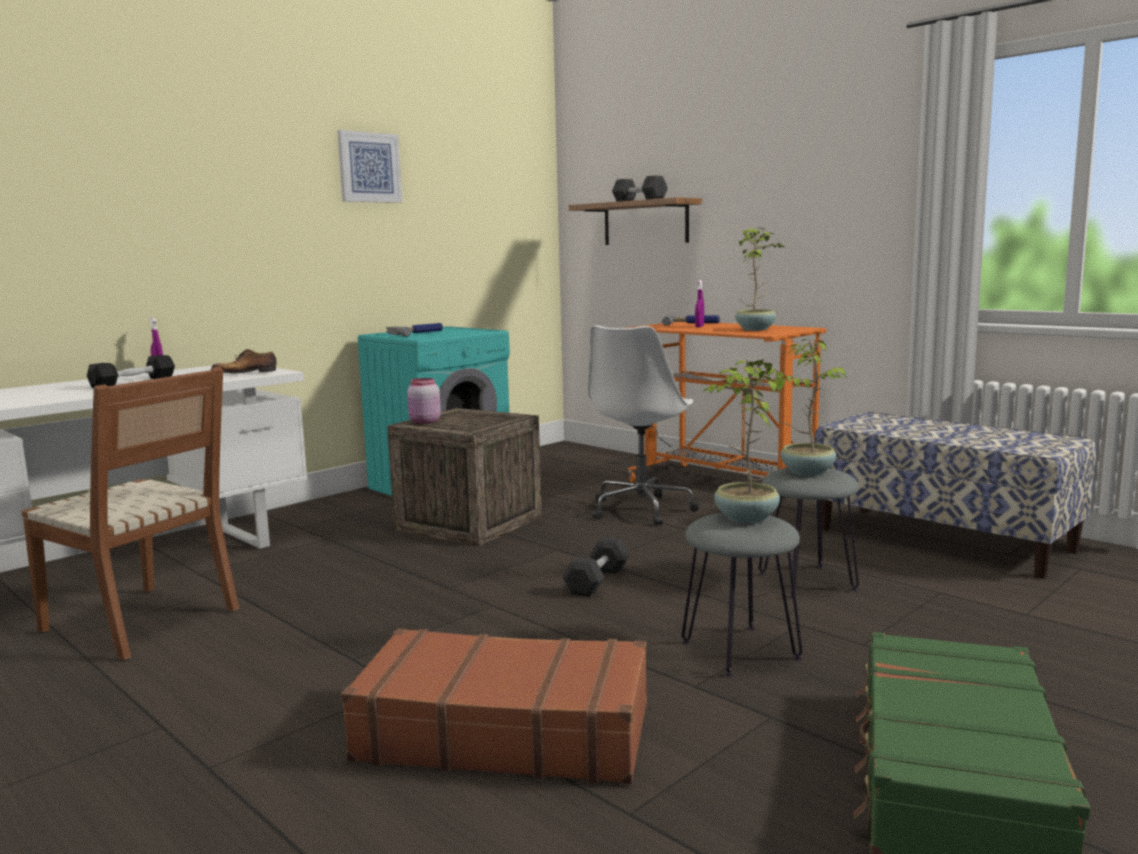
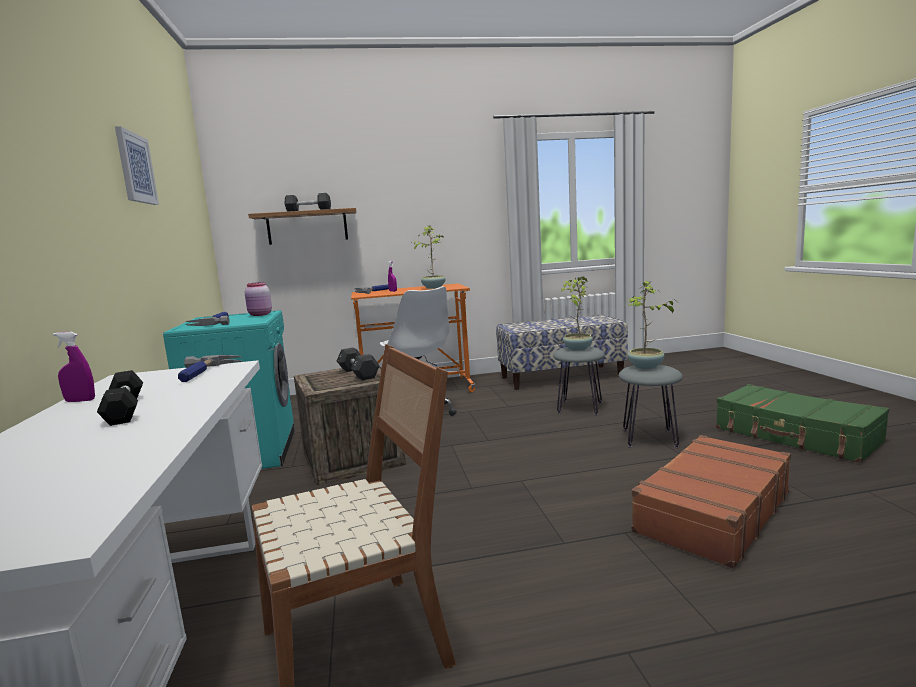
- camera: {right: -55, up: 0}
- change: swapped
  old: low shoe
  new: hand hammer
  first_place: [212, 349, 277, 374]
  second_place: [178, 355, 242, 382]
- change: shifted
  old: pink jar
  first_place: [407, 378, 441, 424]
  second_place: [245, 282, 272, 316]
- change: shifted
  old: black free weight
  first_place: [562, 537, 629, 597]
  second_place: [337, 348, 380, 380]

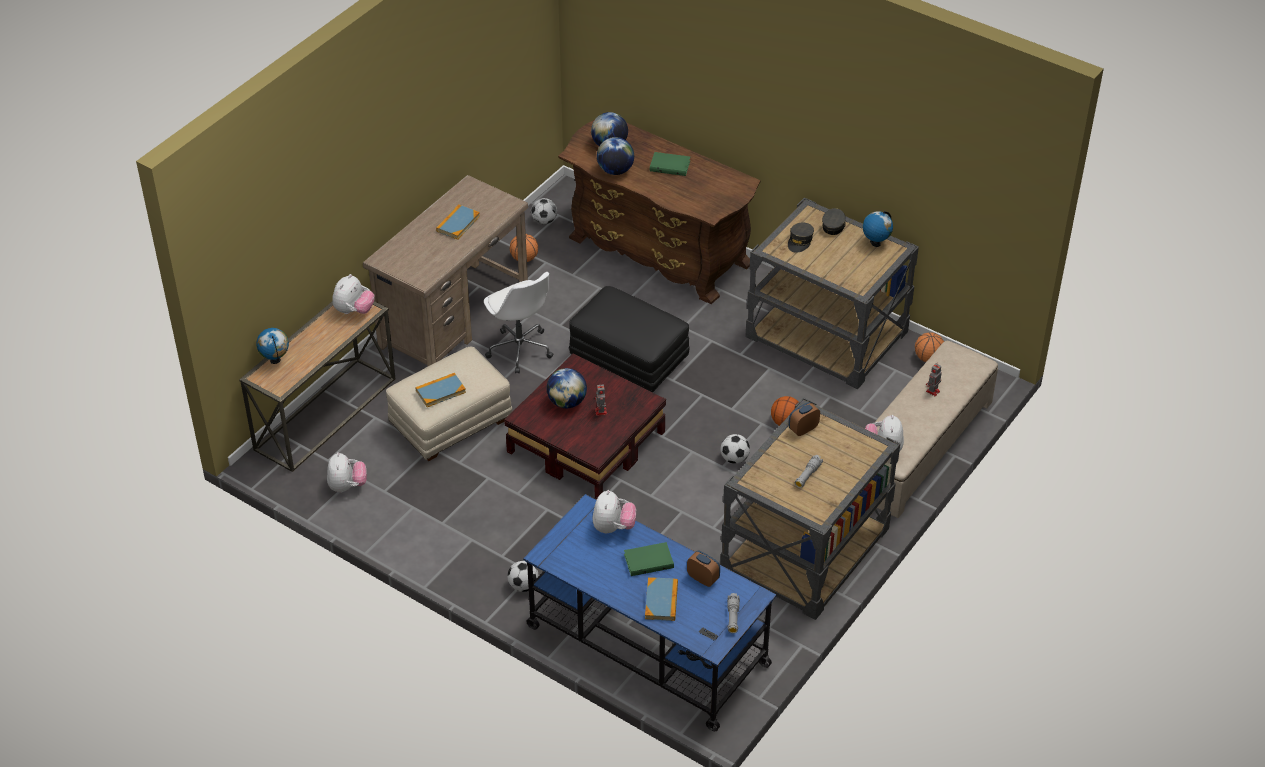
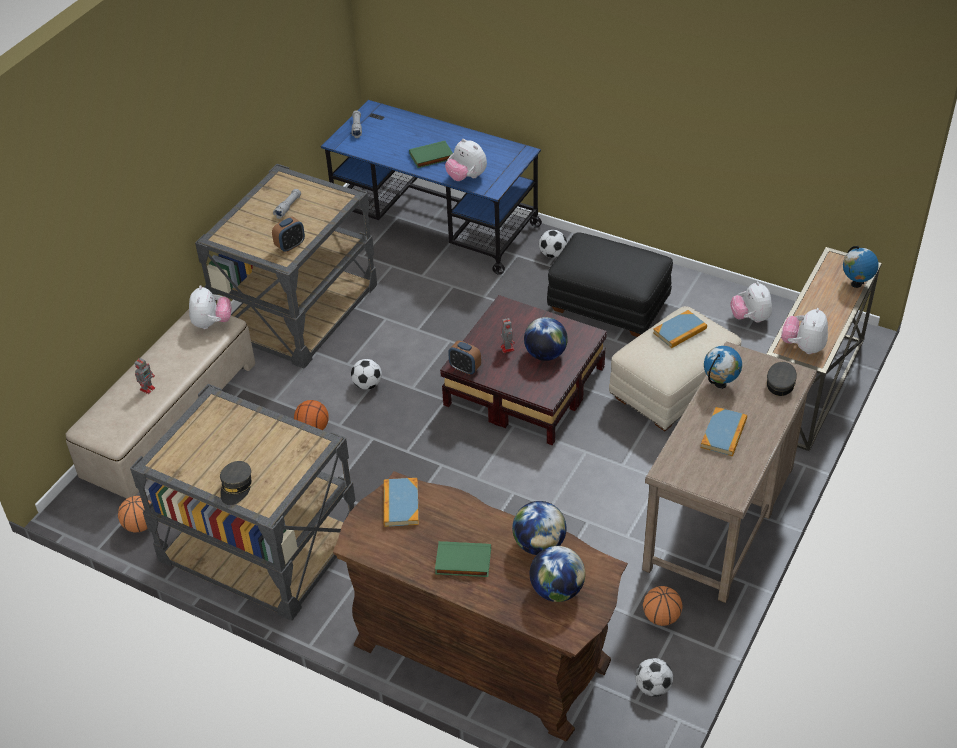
- camera: {right: 175, up: 0}
- change: gone
  old: whitish computer chair
  first_place: [484, 272, 554, 373]
- change: shifted
  old: black pouffe
  first_place: [569, 286, 690, 392]
  second_place: [547, 232, 673, 337]
- change: rotated
  old: plush toy
  first_place: [593, 490, 636, 534]
  second_place: [445, 139, 487, 181]
  degrees: -45
- change: shifted
  old: volume
  first_place: [645, 577, 678, 621]
  second_place: [384, 478, 419, 527]
- change: shifted
  old: alarm clock
  first_place: [687, 551, 720, 587]
  second_place: [448, 340, 481, 375]
- change: shifted
  old: greyish baseball cap
  first_place: [788, 222, 814, 253]
  second_place: [766, 362, 797, 396]
- change: shifted
  old: globe
  first_place: [862, 211, 893, 247]
  second_place: [704, 346, 742, 389]

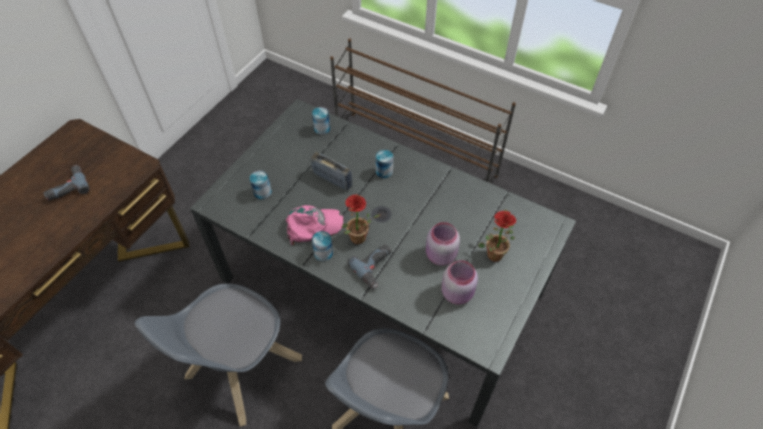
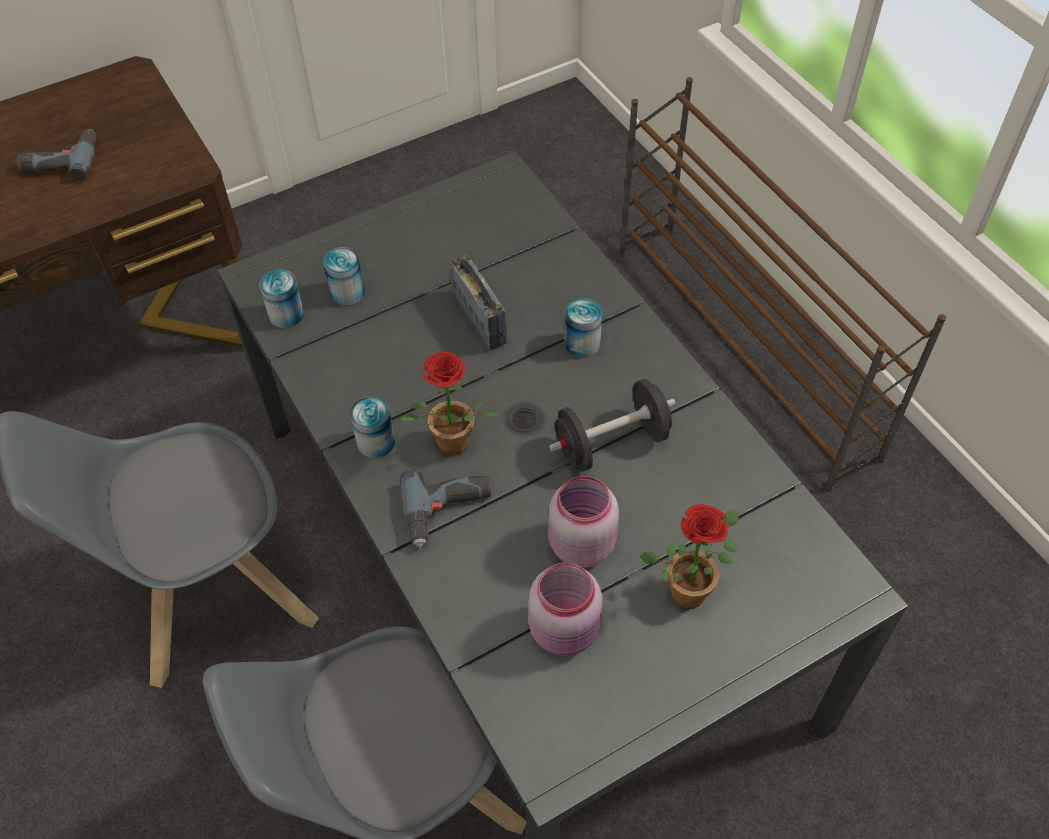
- camera: {right: 30, up: 0}
- change: gone
  old: pink baseball cap
  first_place: [286, 205, 344, 245]
- change: shifted
  old: sealed can
  first_place: [312, 107, 330, 135]
  second_place: [259, 269, 304, 328]
- change: new
  new: black free weight
  second_place: [549, 379, 676, 471]

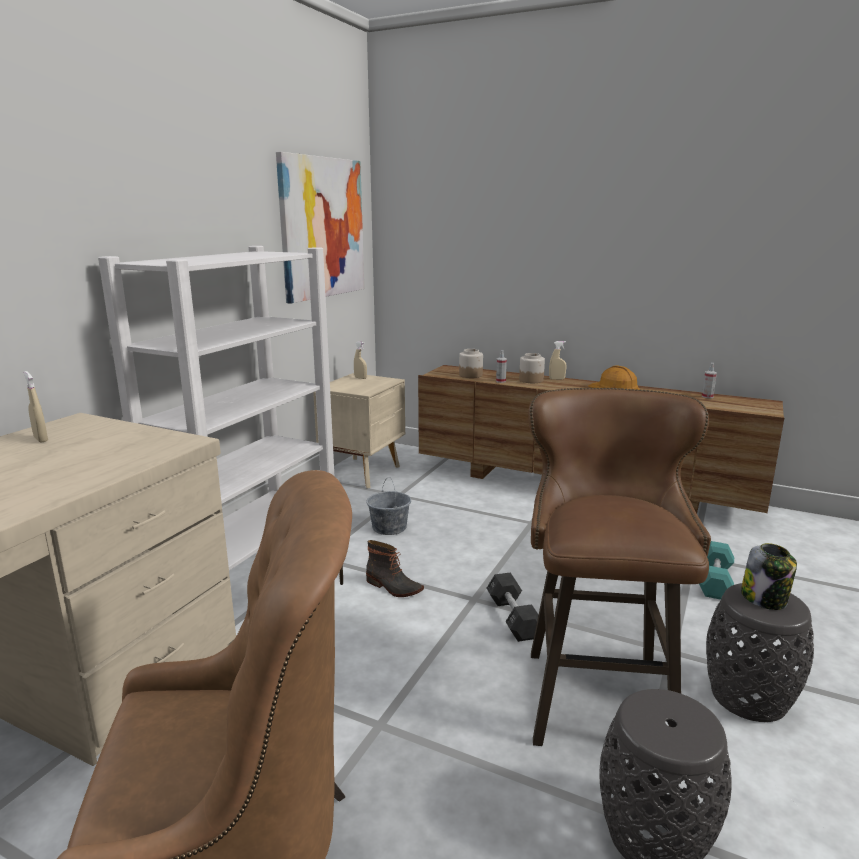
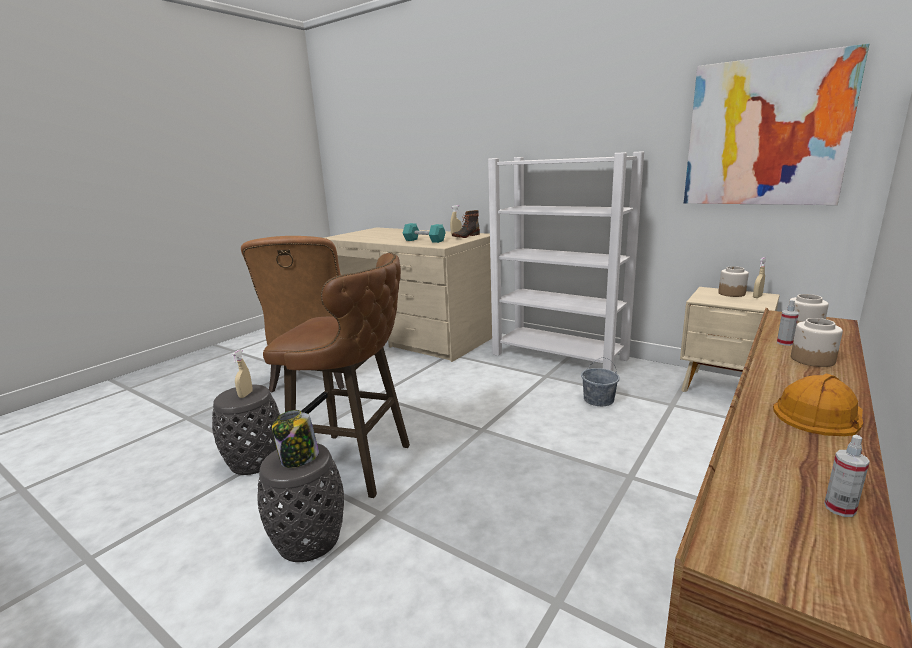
- camera: {right: 100, up: 0}
- change: shifted
  old: tall boot
  first_place: [366, 540, 424, 597]
  second_place: [452, 210, 480, 238]
- change: gone
  old: black free weight
  first_place: [487, 572, 538, 642]
- change: shifted
  old: sand-coloured hand sprayer
  first_place: [549, 341, 567, 380]
  second_place: [232, 350, 253, 398]
- change: shifted
  old: turquoise free weight
  first_place: [699, 541, 734, 600]
  second_place: [403, 223, 446, 243]
- change: new
  new: jar
  second_place: [718, 266, 749, 297]

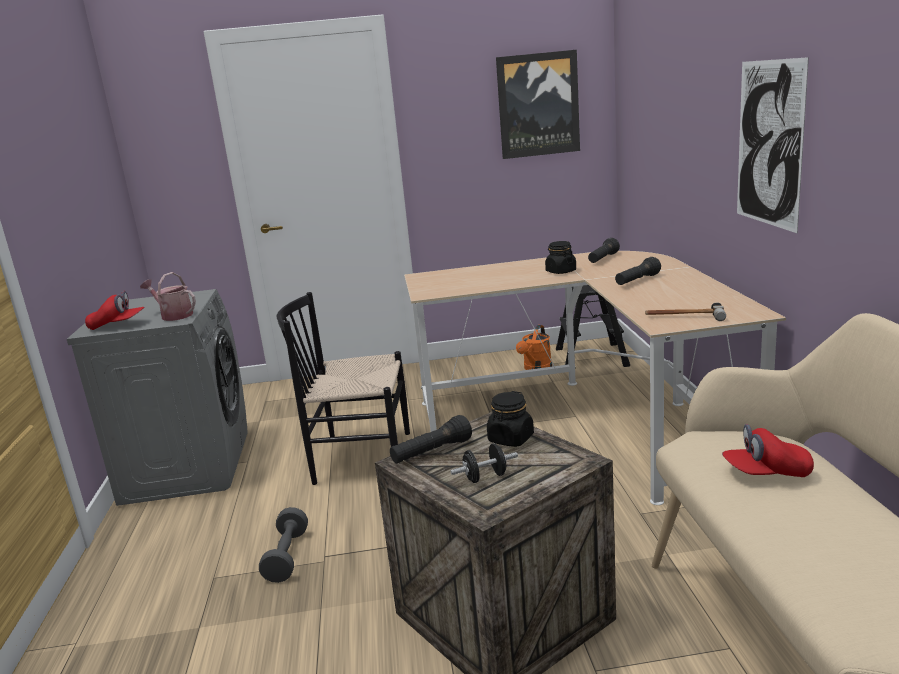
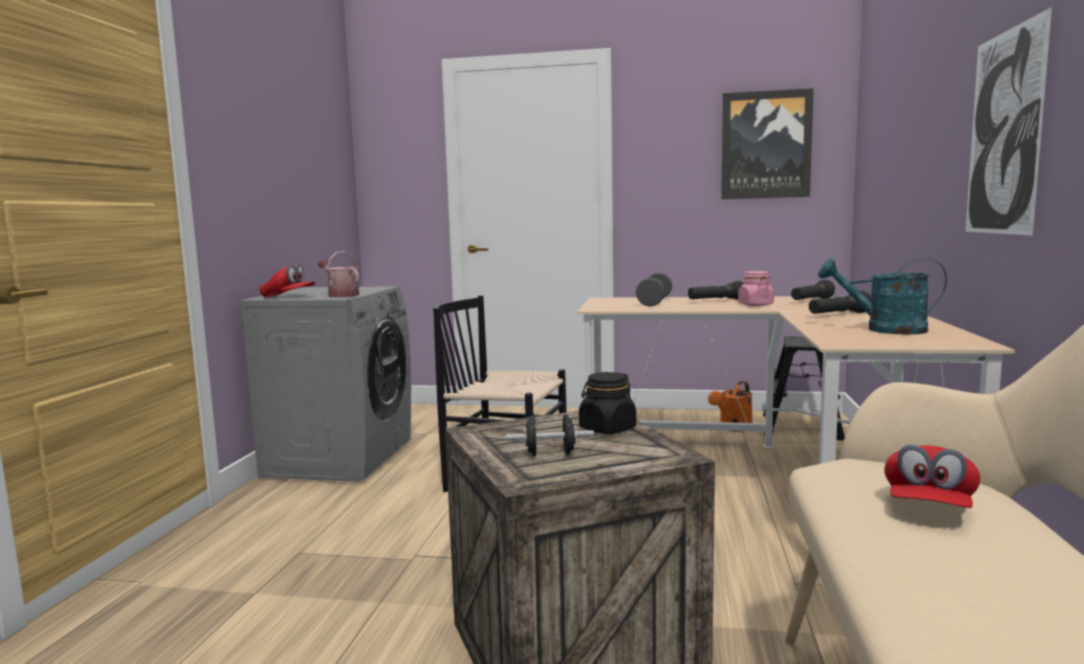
- camera: {right: 15, up: -10}
- change: shifted
  old: greyish free weight
  first_place: [259, 507, 308, 583]
  second_place: [636, 273, 672, 306]
- change: shifted
  old: black hand torch
  first_place: [390, 415, 472, 464]
  second_place: [688, 281, 744, 300]
- change: repainted
  old: black jar
  new: pink jar
  first_place: [545, 241, 576, 274]
  second_place: [738, 271, 774, 306]
- change: gone
  old: hand hammer
  first_place: [645, 302, 726, 321]
- change: rotated
  old: reddish baseball cap
  first_place: [722, 424, 814, 477]
  second_place: [884, 445, 980, 508]
  degrees: -75
- change: new
  new: turquoise sprinkling can
  second_place: [818, 258, 947, 335]

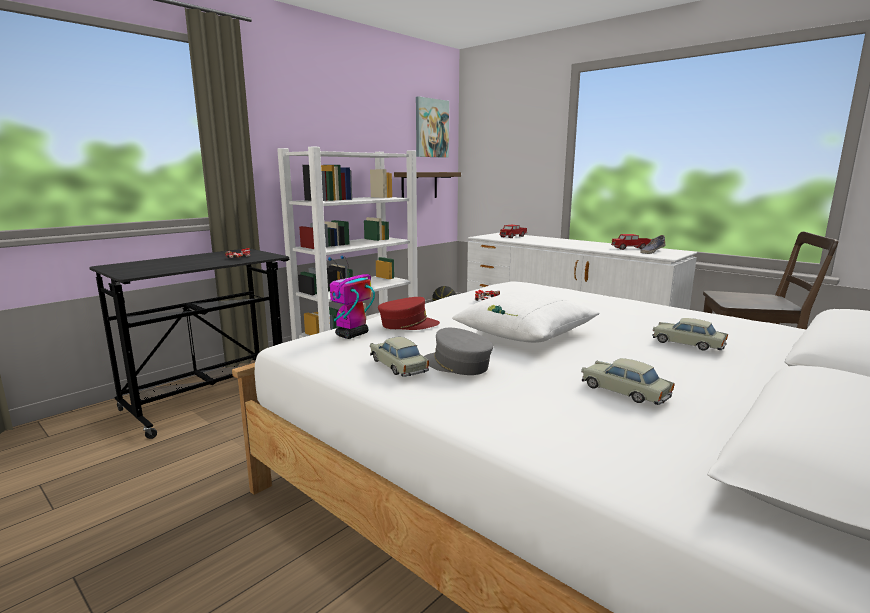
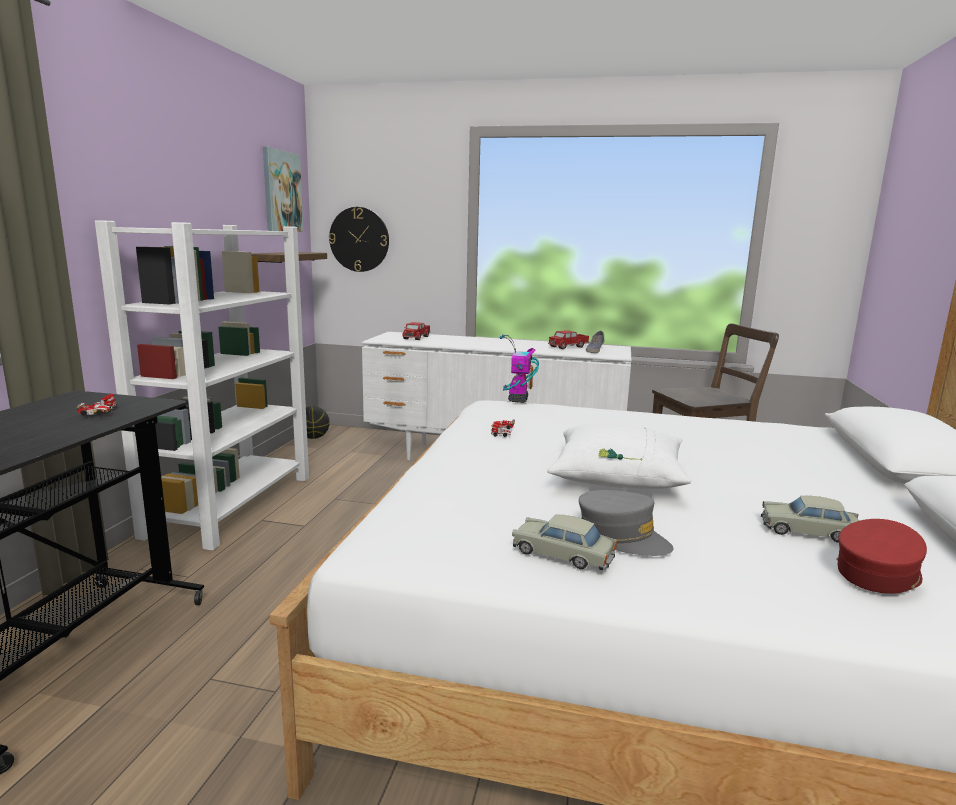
- camera: {right: -30, up: 0}
- change: shifted
  old: model robot
  first_place: [328, 255, 375, 339]
  second_place: [499, 334, 539, 403]
- change: shifted
  old: reddish baseball cap
  first_place: [378, 297, 440, 330]
  second_place: [837, 519, 927, 594]
- change: rotated
  old: greyish baseball cap
  first_place: [424, 328, 494, 375]
  second_place: [579, 490, 674, 556]
  degrees: -150
- change: gone
  old: sand-coloured toy car
  first_place: [652, 318, 728, 351]
- change: new
  new: clock on the wall
  second_place: [329, 207, 389, 272]

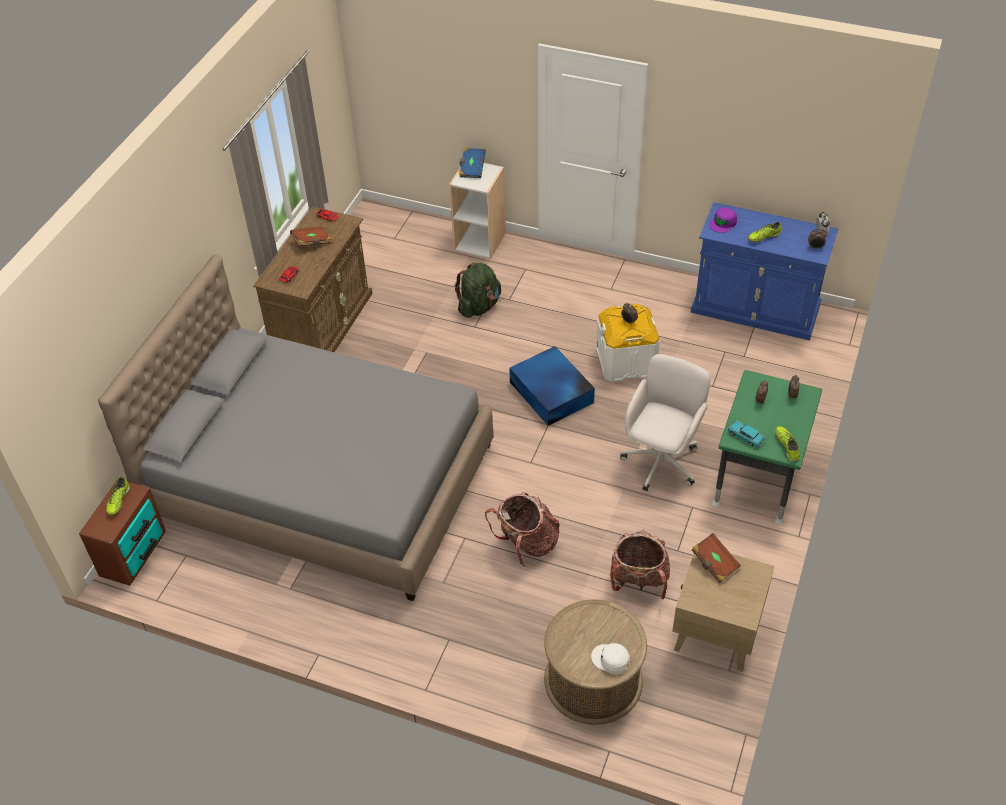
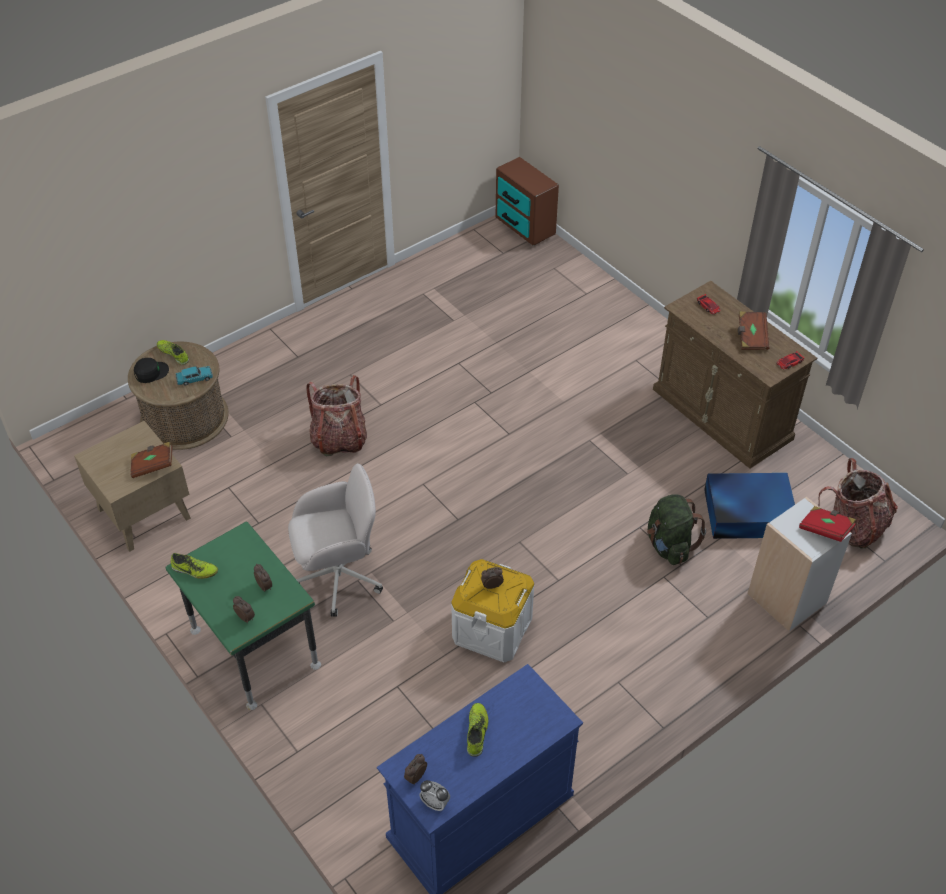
- camera: {right: 120, up: 0}
- change: gone
  old: greyish sleeping bed
  first_place: [98, 255, 494, 601]
- change: shifted
  old: low shoe
  first_place: [106, 477, 130, 516]
  second_place: [157, 340, 189, 365]
- change: repainted
  old: blue-coloured volume
  new: reddish volume
  first_place: [459, 147, 486, 178]
  second_place: [799, 506, 856, 542]
- change: shifted
  old: blue-coloured storage container
  first_place: [509, 346, 595, 426]
  second_place: [704, 473, 795, 539]
- change: repainted
  old: whitish baseball cap
  new: black baseball cap
  first_place: [591, 643, 630, 675]
  second_place: [134, 358, 169, 383]
- change: shifted
  old: backpack
  first_place: [610, 530, 670, 599]
  second_place: [819, 458, 898, 549]
- change: rotated
  old: whitish computer chair
  first_place: [620, 354, 711, 491]
  second_place: [288, 463, 383, 617]
  degrees: -75
- change: gone
  old: purplish baseball cap
  first_place: [709, 207, 737, 233]
- change: shifted
  old: turquoise toy car
  first_place: [728, 420, 765, 448]
  second_place: [176, 366, 213, 386]

